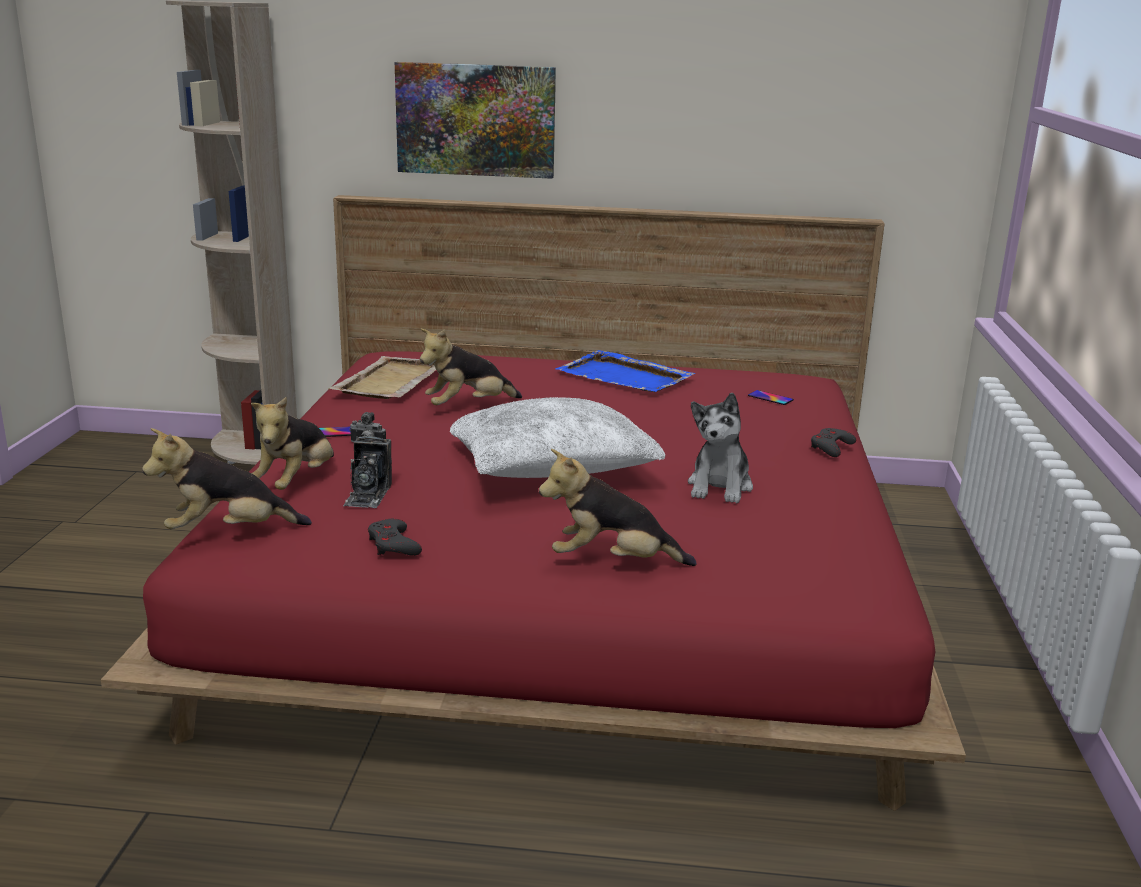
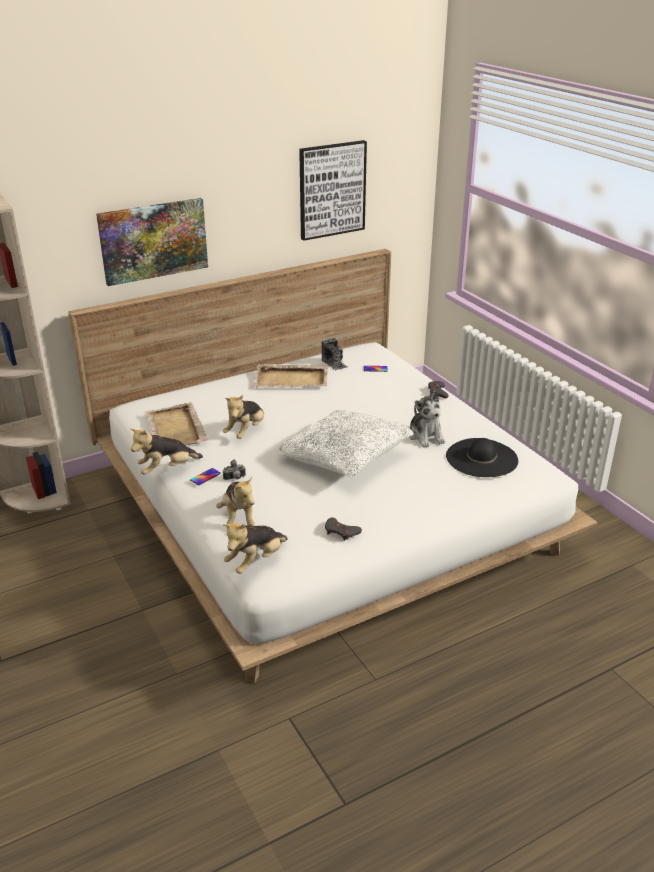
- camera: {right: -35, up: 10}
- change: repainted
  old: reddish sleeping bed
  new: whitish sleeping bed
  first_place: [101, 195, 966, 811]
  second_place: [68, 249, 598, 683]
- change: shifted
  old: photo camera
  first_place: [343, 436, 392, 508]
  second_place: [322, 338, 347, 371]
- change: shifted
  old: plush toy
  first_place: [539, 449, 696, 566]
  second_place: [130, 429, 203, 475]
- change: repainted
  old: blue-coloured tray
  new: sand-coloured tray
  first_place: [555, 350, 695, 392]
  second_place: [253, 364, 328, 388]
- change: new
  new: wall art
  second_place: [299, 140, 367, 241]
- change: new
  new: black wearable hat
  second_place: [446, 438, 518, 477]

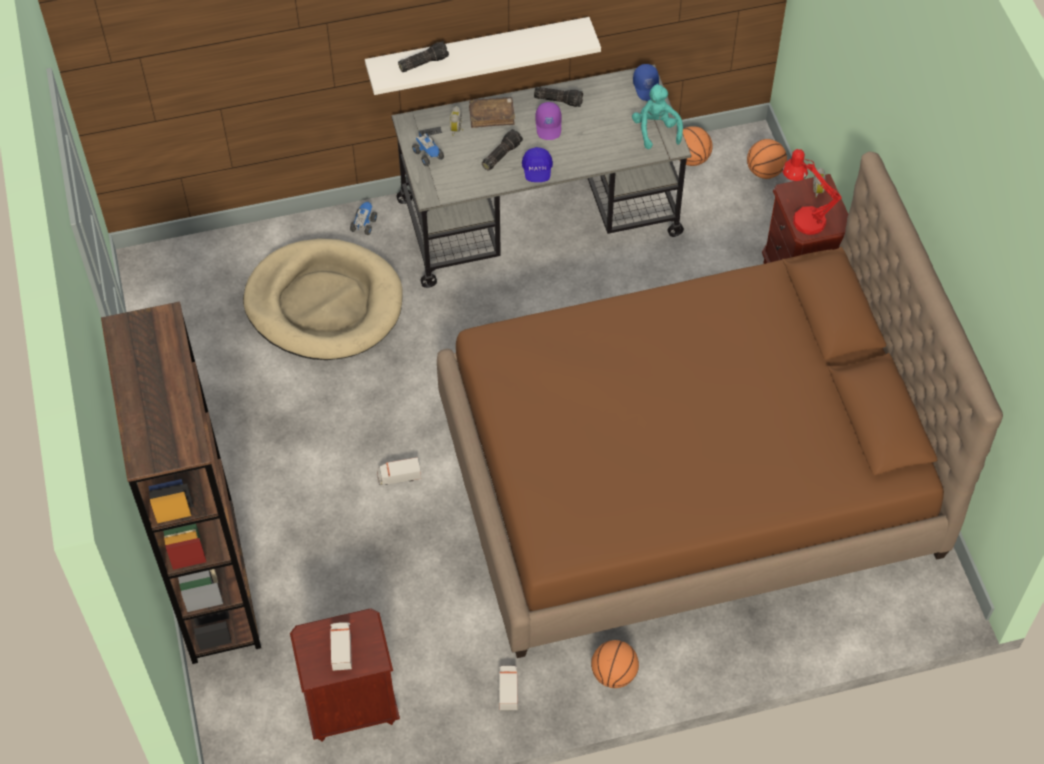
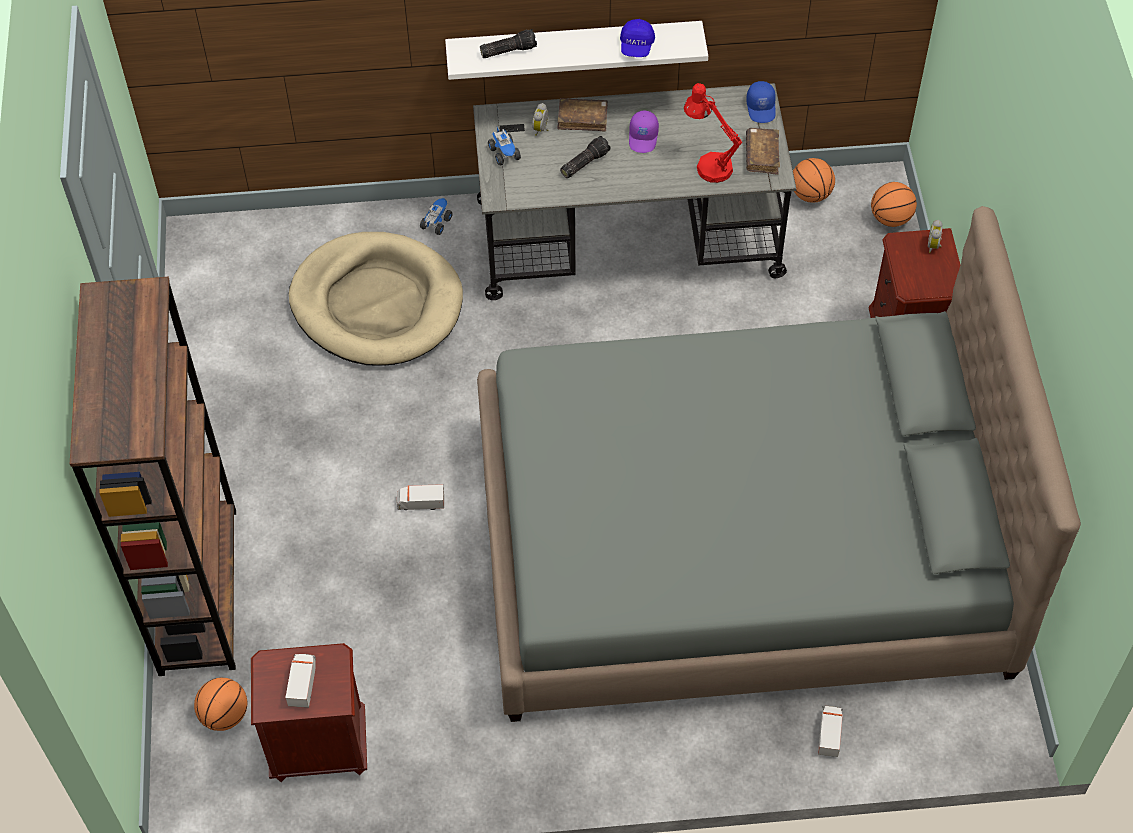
- camera: {right: 10, up: 0}
- change: repainted
  old: brown-coloured sleeping bed
  new: greyish sleeping bed
  first_place: [437, 151, 1003, 658]
  second_place: [477, 206, 1081, 722]
- change: shifted
  old: toy truck
  first_place: [499, 665, 517, 710]
  second_place: [818, 706, 843, 757]
- change: shifted
  old: blue-coloured baseball cap
  first_place: [522, 147, 553, 182]
  second_place: [620, 19, 655, 57]
- change: gone
  old: hand torch
  first_place: [534, 87, 583, 107]
- change: shifted
  old: basketball
  first_place: [591, 640, 639, 688]
  second_place: [194, 678, 247, 731]
- change: swapped
  old: turquoise plush toy
  new: brown-coloured volume
  first_place: [632, 83, 683, 149]
  second_place: [746, 128, 780, 174]
- change: shifted
  old: reddish tabletop lamp
  first_place: [783, 149, 842, 235]
  second_place: [684, 83, 742, 183]

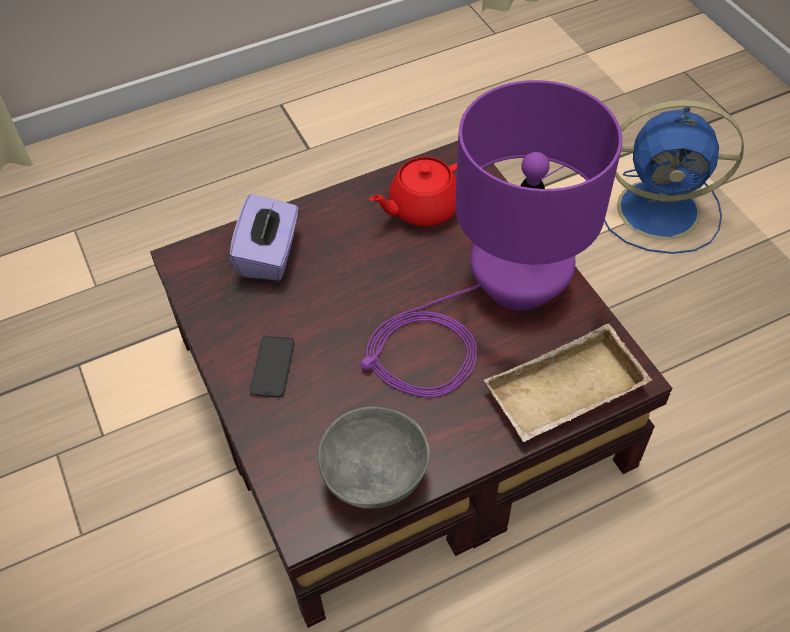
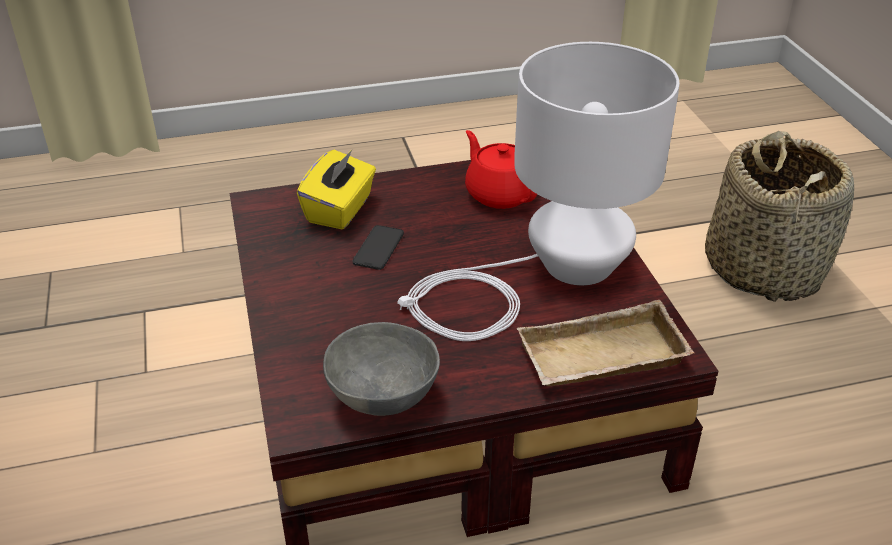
- camera: {right: 10, up: -15}
- change: repainted
  old: purplish tissue holder
  new: yellow tissue holder
  first_place: [229, 194, 298, 280]
  second_place: [297, 150, 376, 229]
- change: shifted
  old: handset
  first_place: [250, 336, 295, 398]
  second_place: [352, 225, 404, 270]
- change: repainted
  old: purplish tabletop lamp
  new: whitish tabletop lamp
  first_place: [360, 80, 622, 398]
  second_place: [397, 42, 680, 341]
- change: rotated
  old: reddish tea pot
  first_place: [369, 157, 457, 226]
  second_place: [465, 130, 537, 209]
  degrees: 75
- change: swapped
  old: blue-coloured fan
  new: storage basket
  first_place: [604, 100, 744, 254]
  second_place: [705, 131, 854, 302]

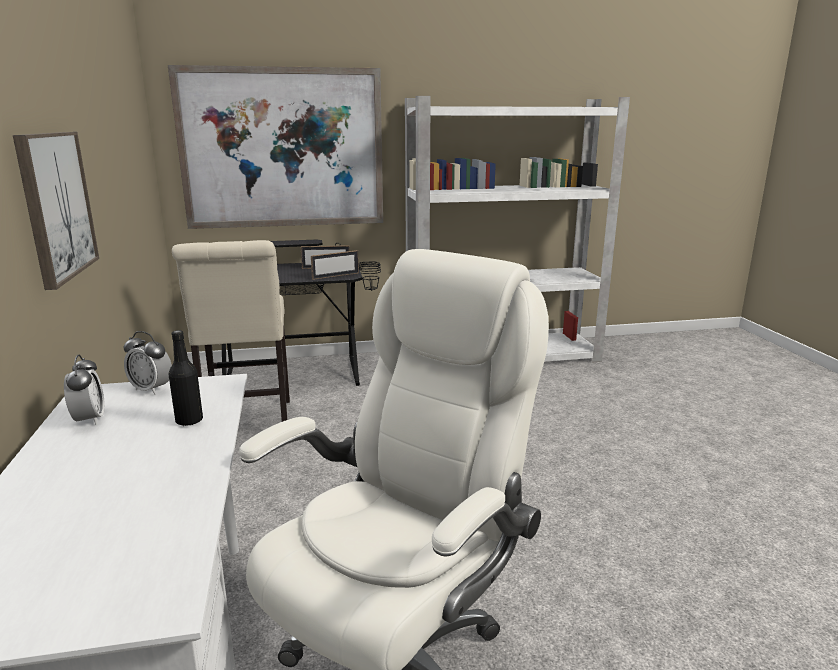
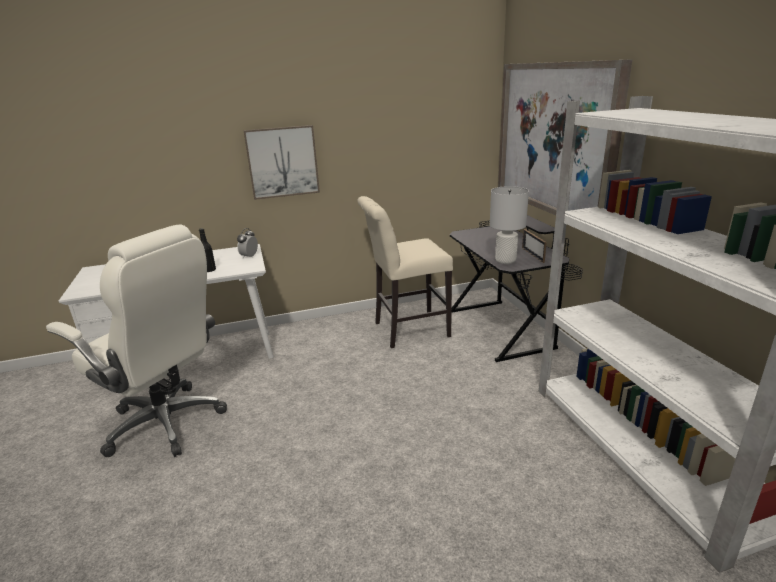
- camera: {right: 85, up: 5}
- change: gone
  old: alarm clock
  first_place: [64, 354, 105, 425]
- change: swapped
  old: picture frame
  new: greyish tabletop lamp
  first_place: [311, 250, 359, 280]
  second_place: [490, 186, 529, 264]

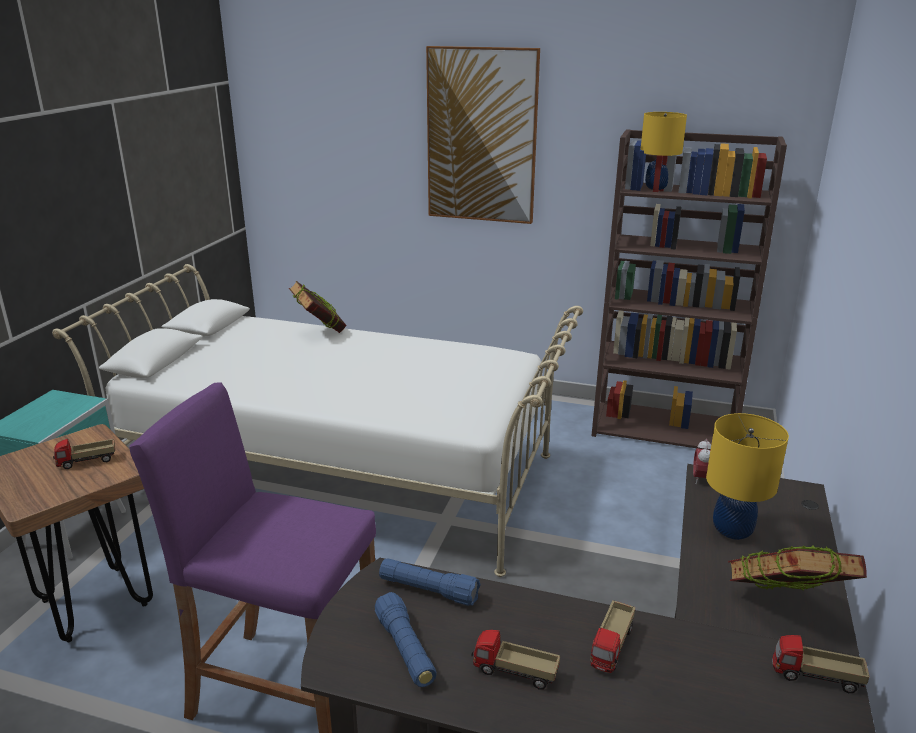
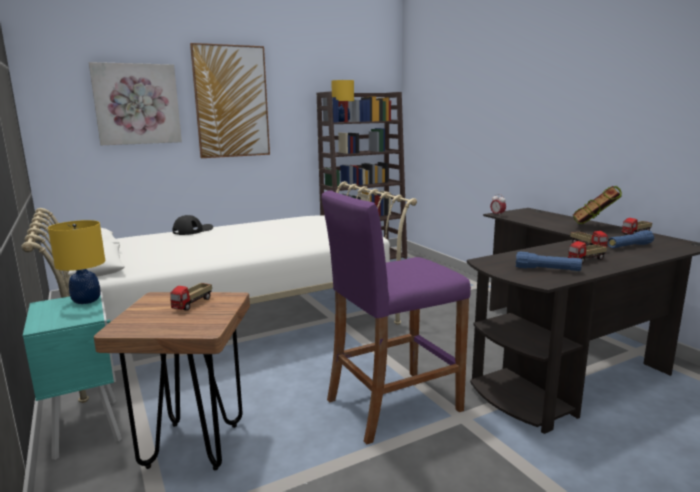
- camera: {right: -45, up: -10}
- change: swapped
  old: volume
  new: black baseball cap
  first_place: [289, 281, 347, 333]
  second_place: [173, 215, 213, 235]
- change: shifted
  old: blue-coloured hand torch
  first_place: [379, 558, 481, 606]
  second_place: [608, 230, 654, 248]
- change: shifted
  old: yellow tabletop lamp
  first_place: [706, 413, 789, 540]
  second_place: [48, 220, 105, 304]
- change: new
  new: wall art
  second_place: [89, 62, 182, 145]

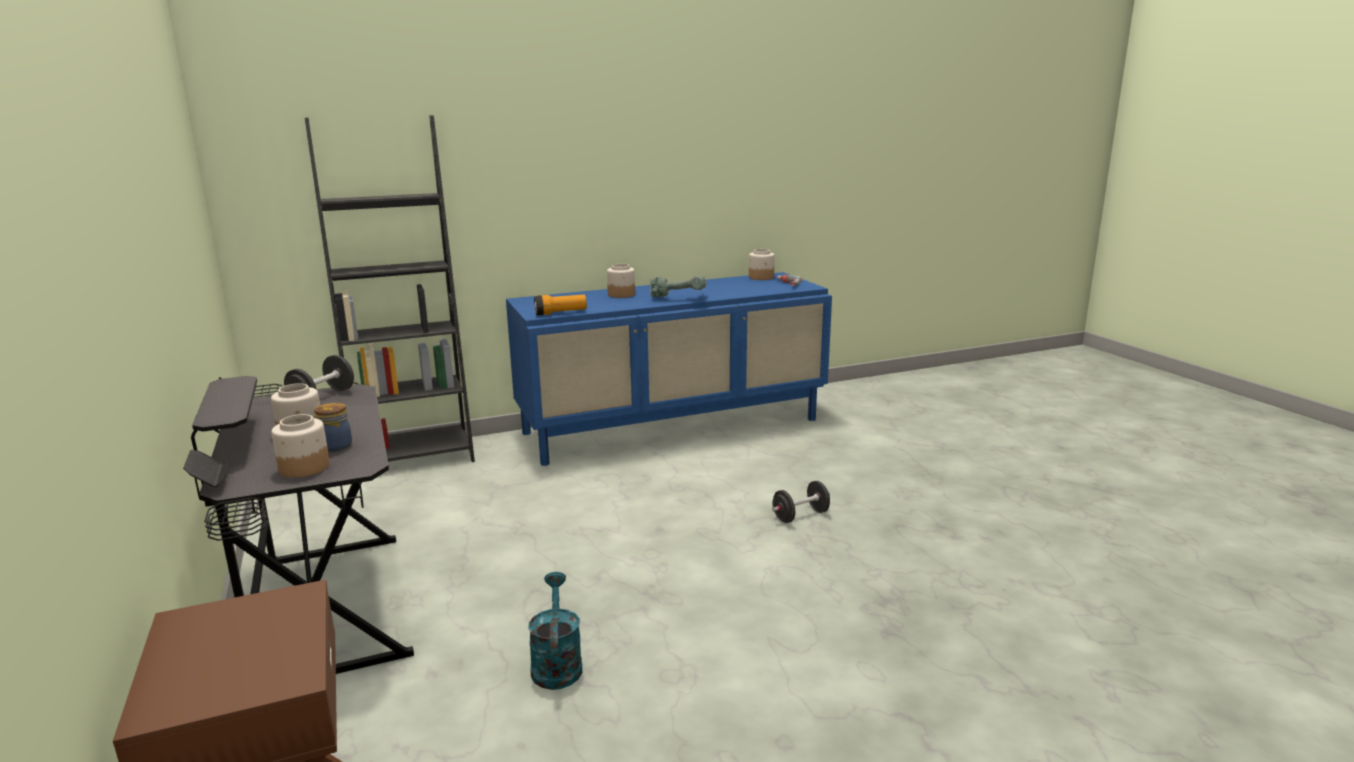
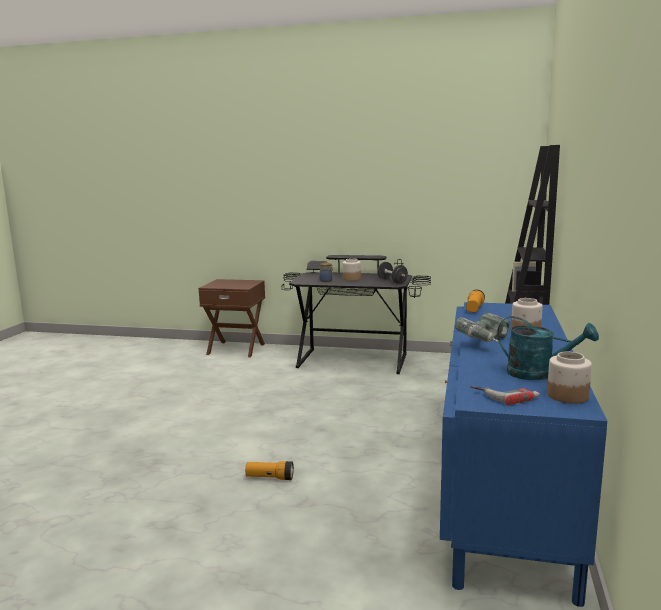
- camera: {right: 125, up: -5}
- change: gone
  old: jar
  first_place: [271, 414, 330, 478]
- change: shifted
  old: turquoise sprinkling can
  first_place: [528, 572, 582, 690]
  second_place: [497, 316, 599, 380]
- change: swapped
  old: black free weight
  new: hand torch
  first_place: [772, 481, 830, 523]
  second_place: [245, 461, 294, 480]

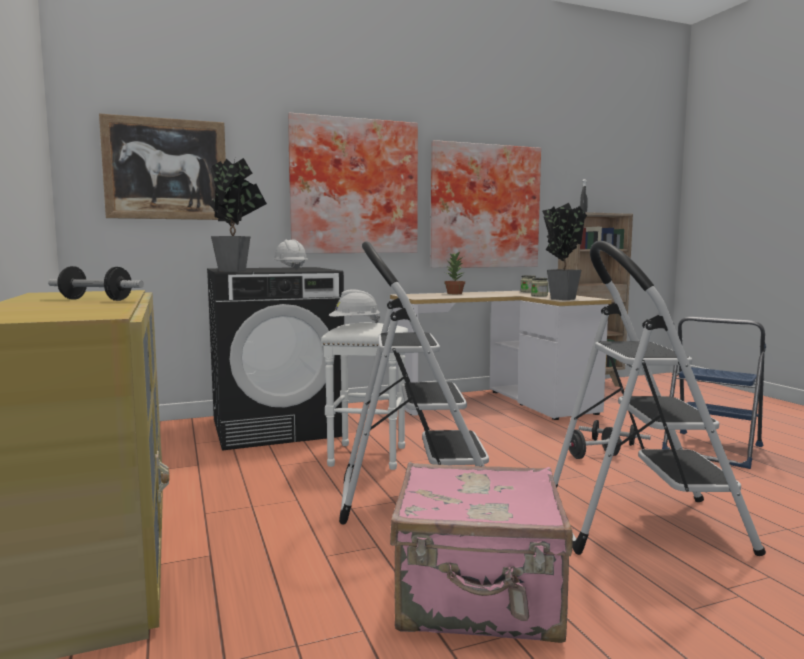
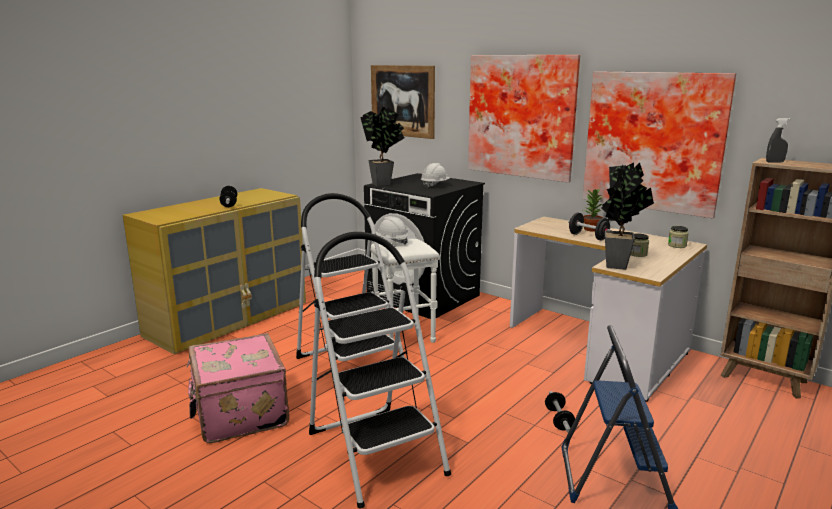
- camera: {right: 60, up: 10}
- change: shifted
  old: black free weight
  first_place: [569, 427, 622, 459]
  second_place: [568, 213, 611, 241]

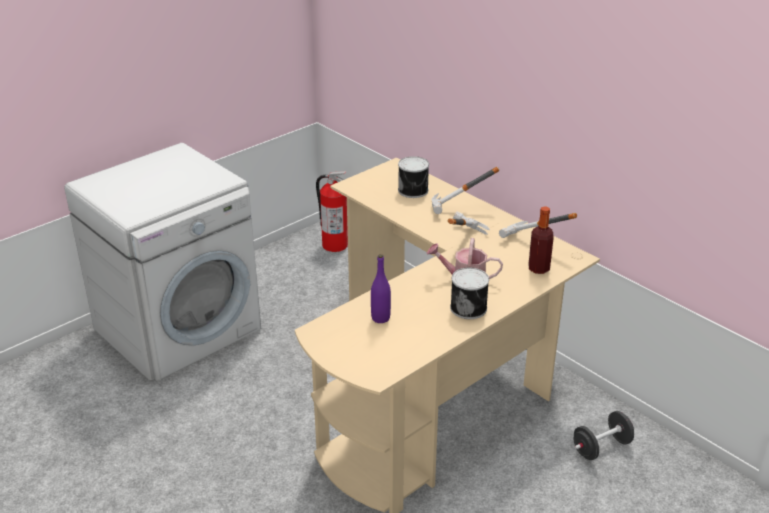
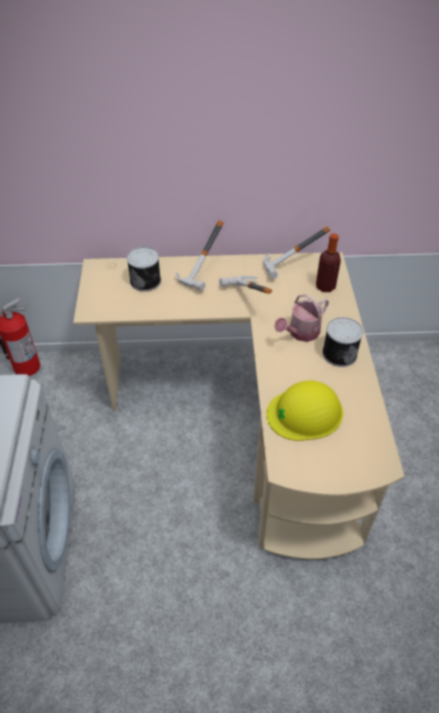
- camera: {right: -50, up: 15}
- change: swapped
  old: purplish beverage bottle
  new: yellow work helmet
  first_place: [371, 254, 391, 323]
  second_place: [266, 380, 343, 441]
- change: gone
  old: black free weight
  first_place: [574, 411, 634, 460]

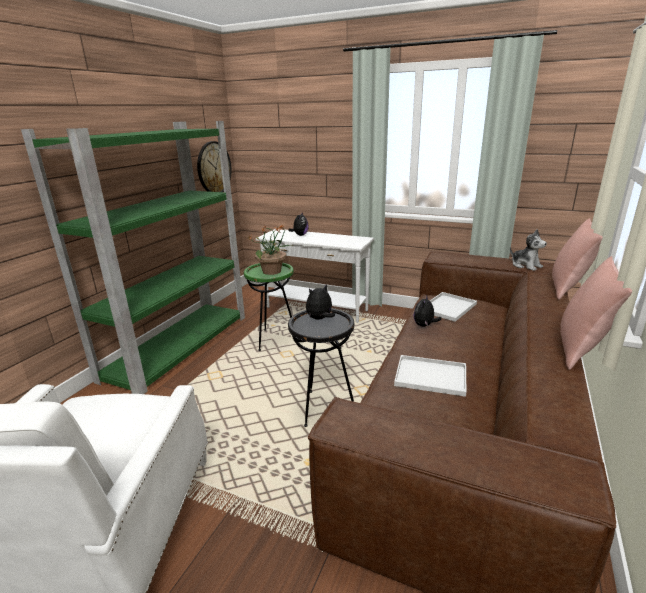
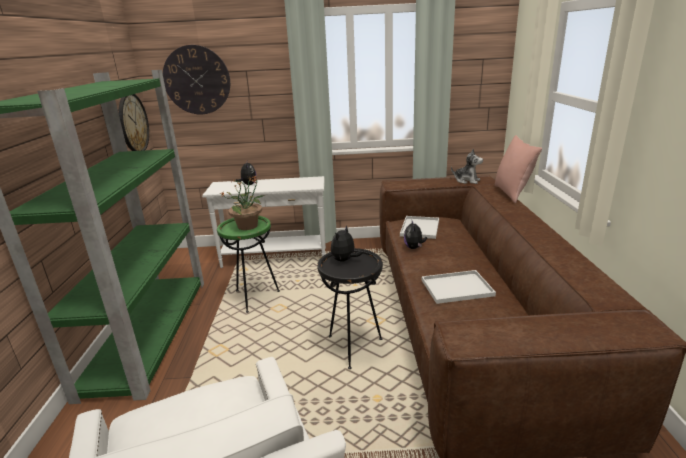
- camera: {right: -25, up: 0}
- change: gone
  old: pink throw pillow
  first_place: [560, 256, 632, 370]
- change: new
  new: clock on the wall
  second_place: [163, 45, 230, 115]

